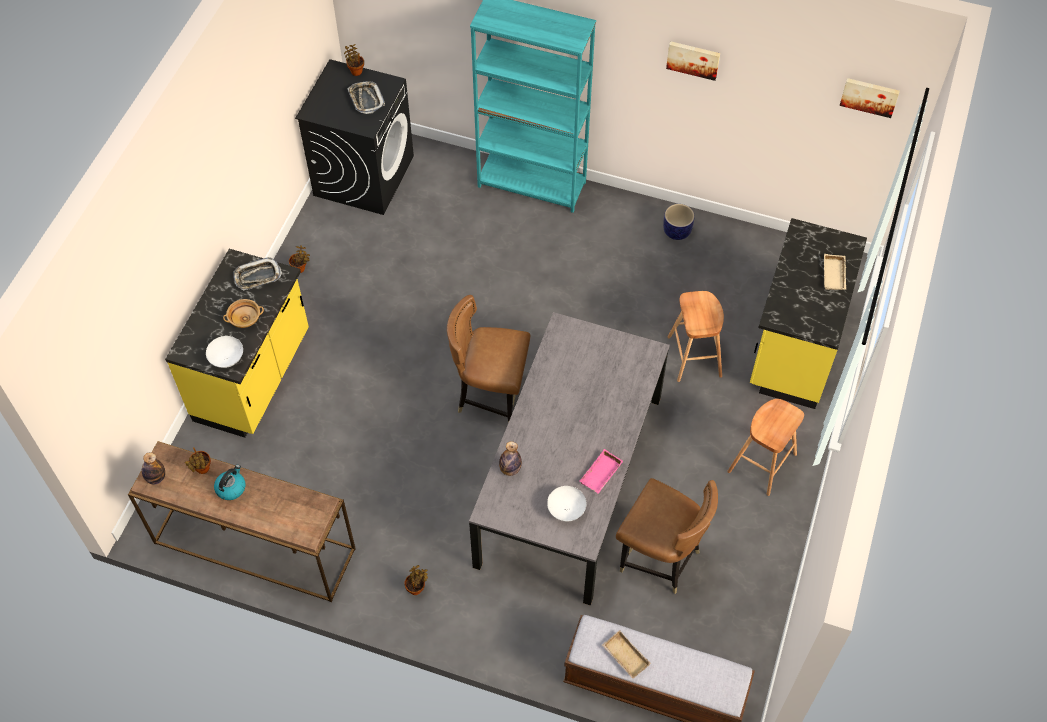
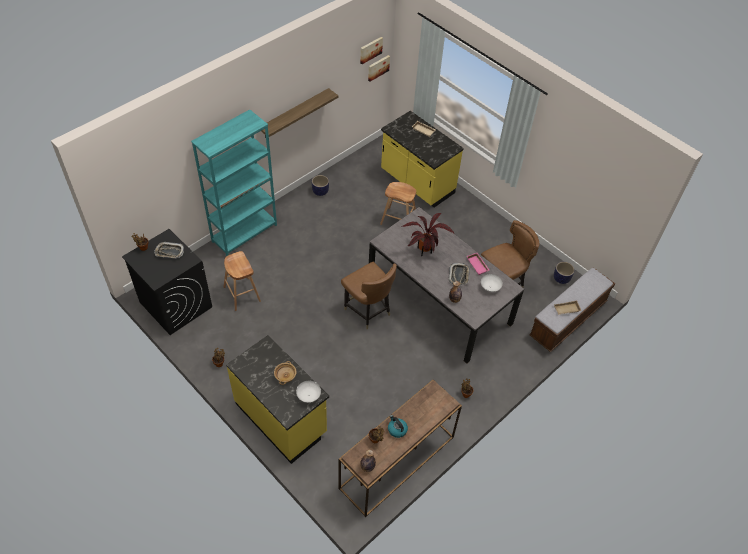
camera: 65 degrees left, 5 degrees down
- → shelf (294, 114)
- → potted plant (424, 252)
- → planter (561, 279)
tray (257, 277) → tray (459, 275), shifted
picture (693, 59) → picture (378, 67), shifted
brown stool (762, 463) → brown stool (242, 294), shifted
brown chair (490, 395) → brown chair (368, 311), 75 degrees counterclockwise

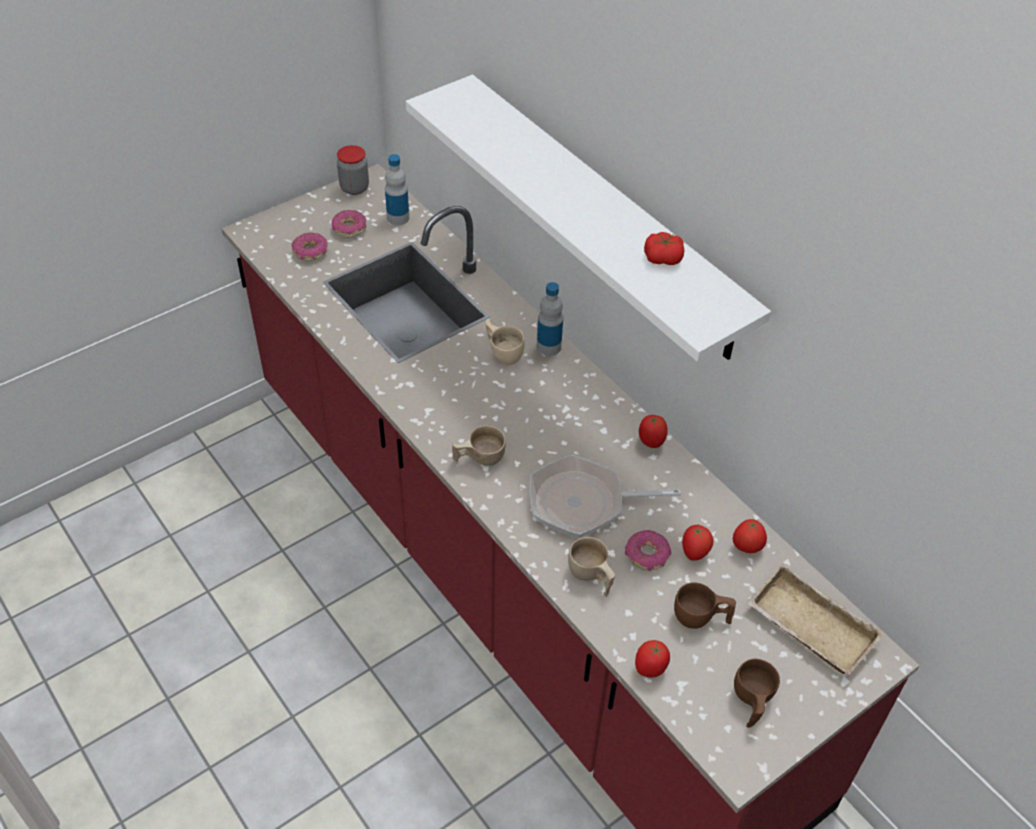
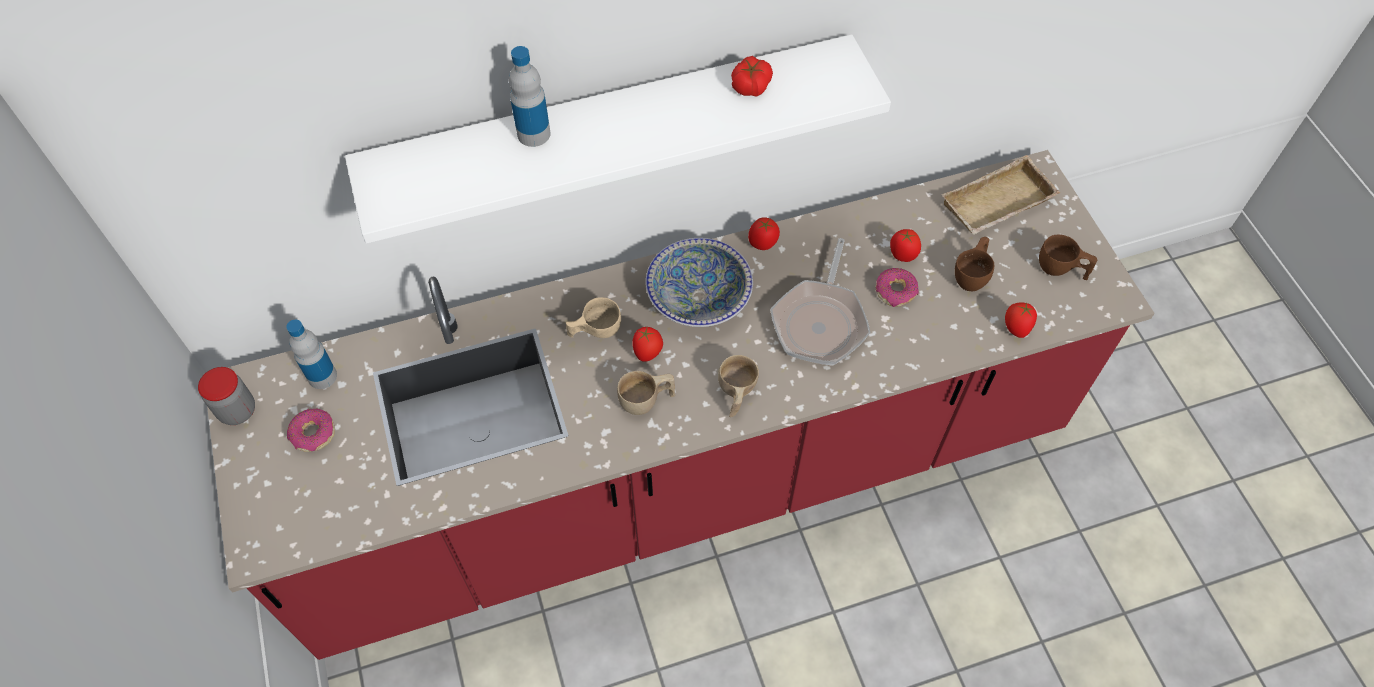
camera: 70 degrees left, 10 degrees up
donut (310, 252) → -
- → bowl (699, 296)
bottle (549, 346) → bottle (533, 134), shifted
beige cup (591, 577) → beige cup (647, 401), shifted
tomato (746, 547) → tomato (648, 353), shifted

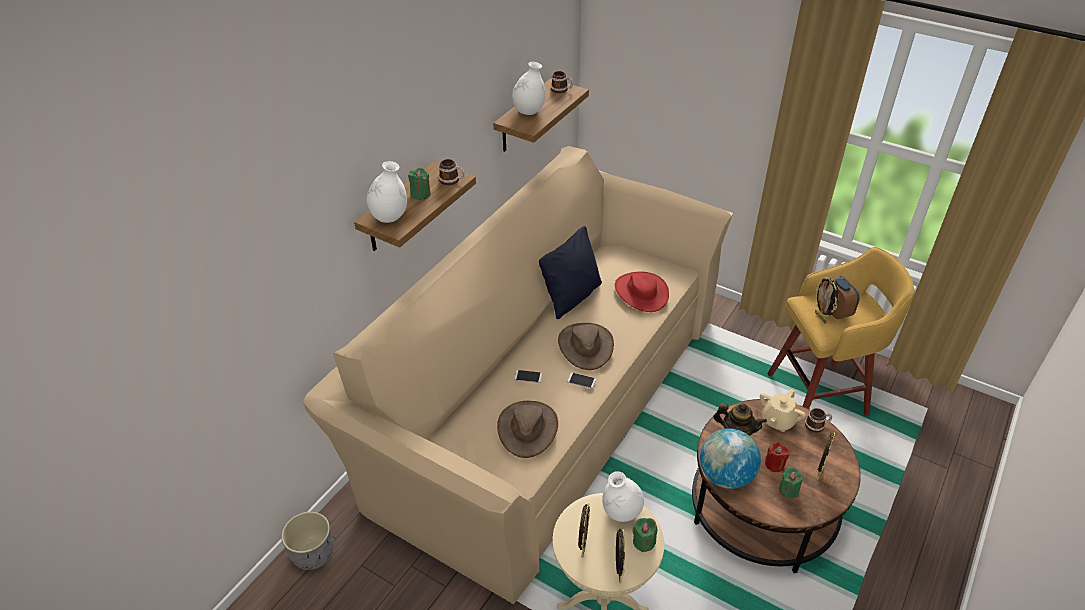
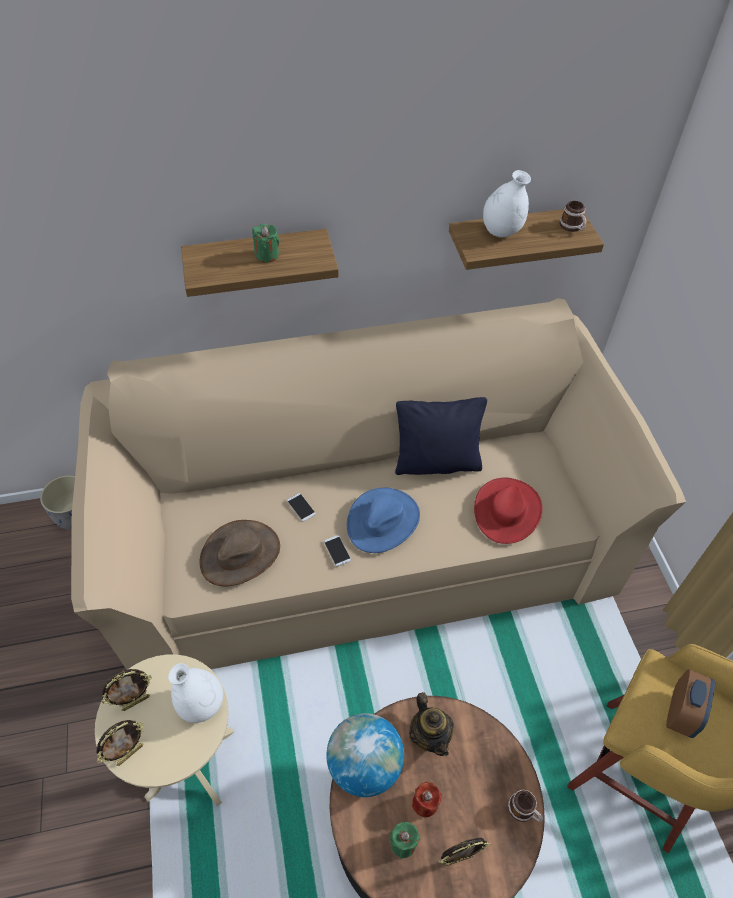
camera: 45 degrees right, 10 degrees up
white vase (389, 217) → -
mug (452, 180) → -
green candle (644, 542) → -
beige teapot (777, 420) → -
picture frame (821, 317) → -
brown hat (585, 346) → blue hat (383, 521)

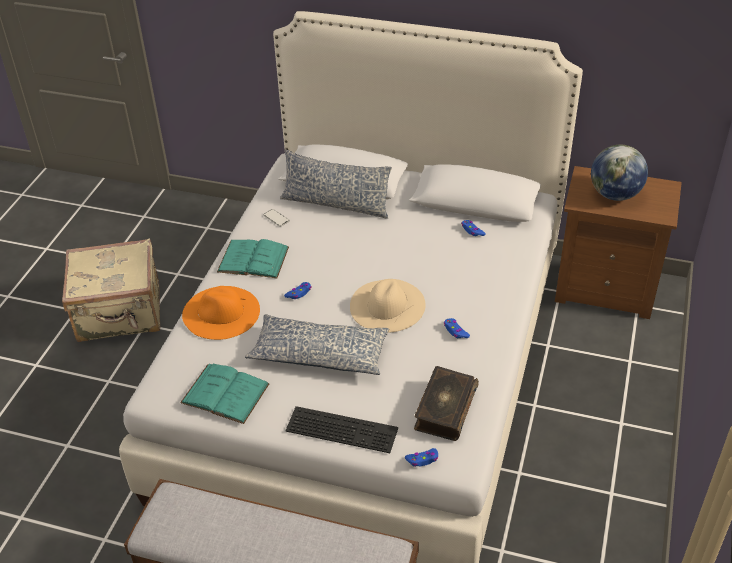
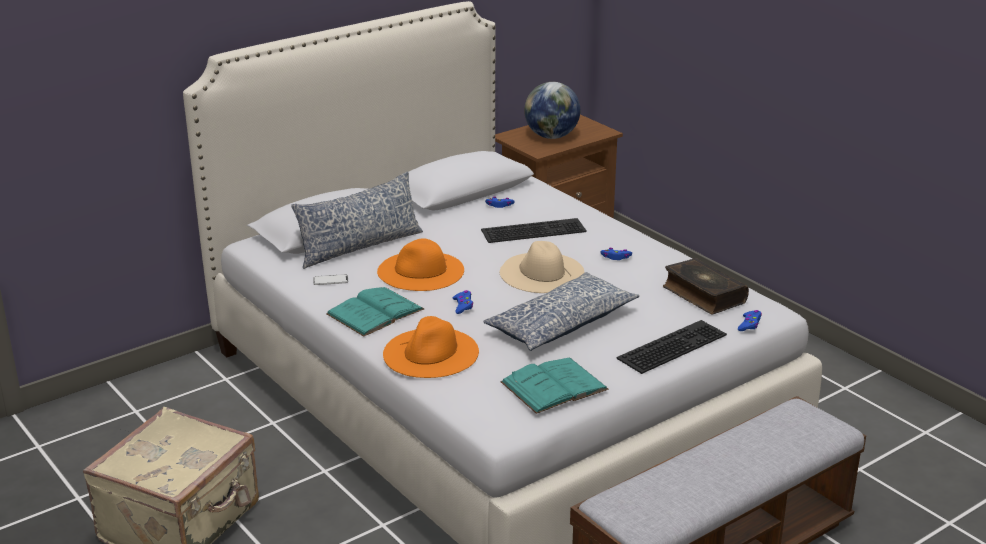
camera: 55 degrees left, 15 degrees down
- → orange hat (420, 271)
- → keyboard (534, 230)

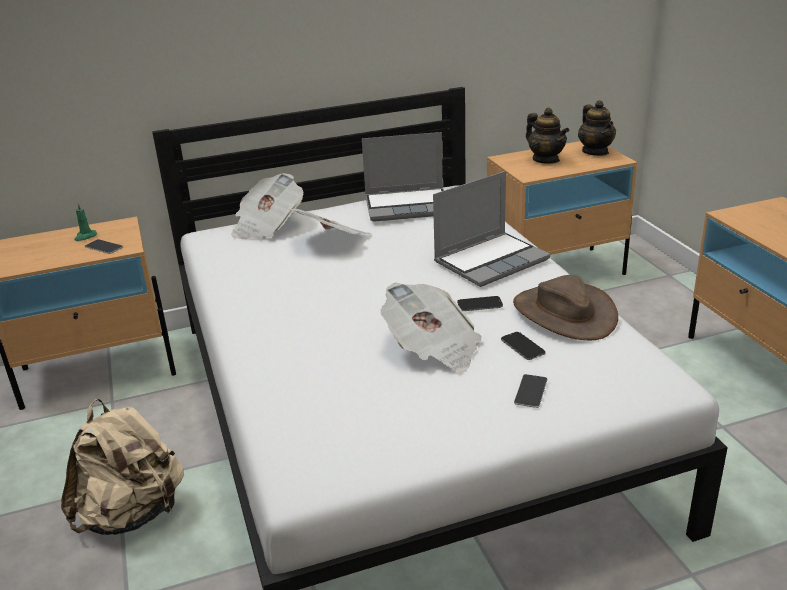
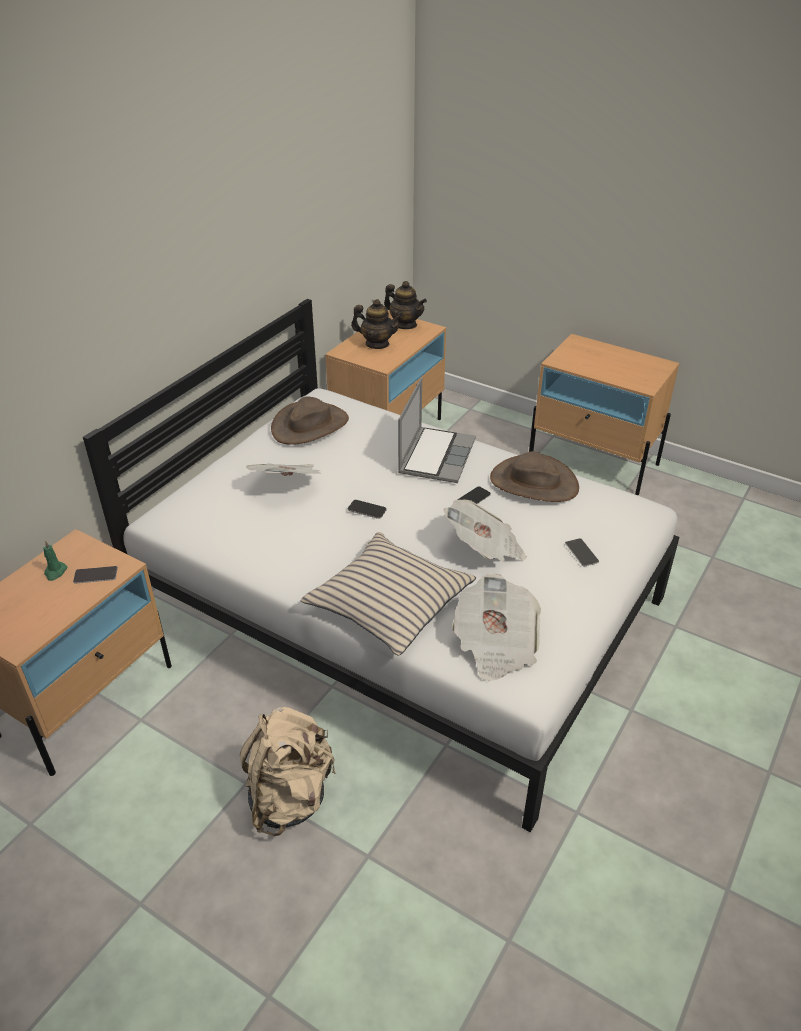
camera: 40 degrees left, 10 degrees up
- → beige pillow (388, 602)
newspaper (267, 226) → newspaper (495, 645), shifted
phone (522, 347) → phone (367, 510), shifted
laptop (408, 206) → brown hat (310, 425)

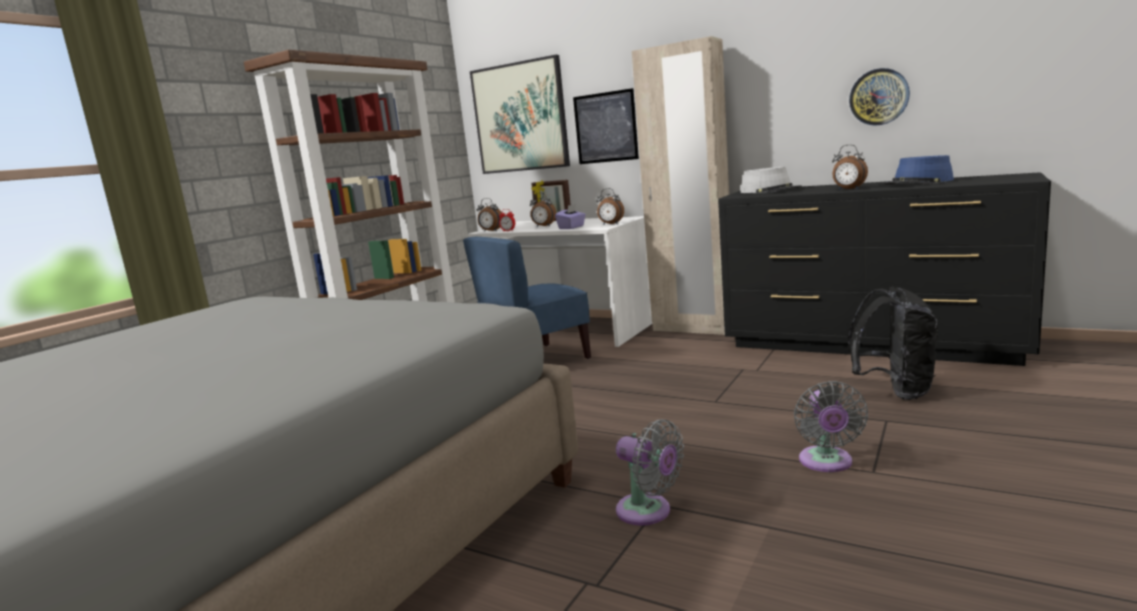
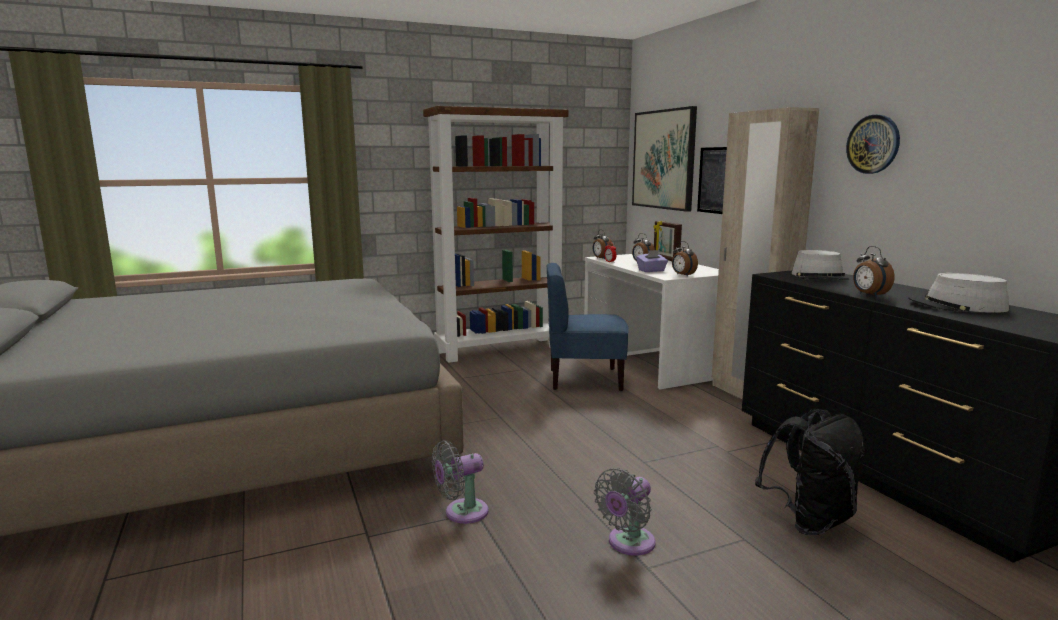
camera: 35 degrees right, 0 degrees up
wall clock (879, 97) → wall clock (873, 144), shifted
blue hat (919, 183) → grey hat (957, 306)
grey fan (648, 512) → grey fan (462, 513), 75 degrees clockwise

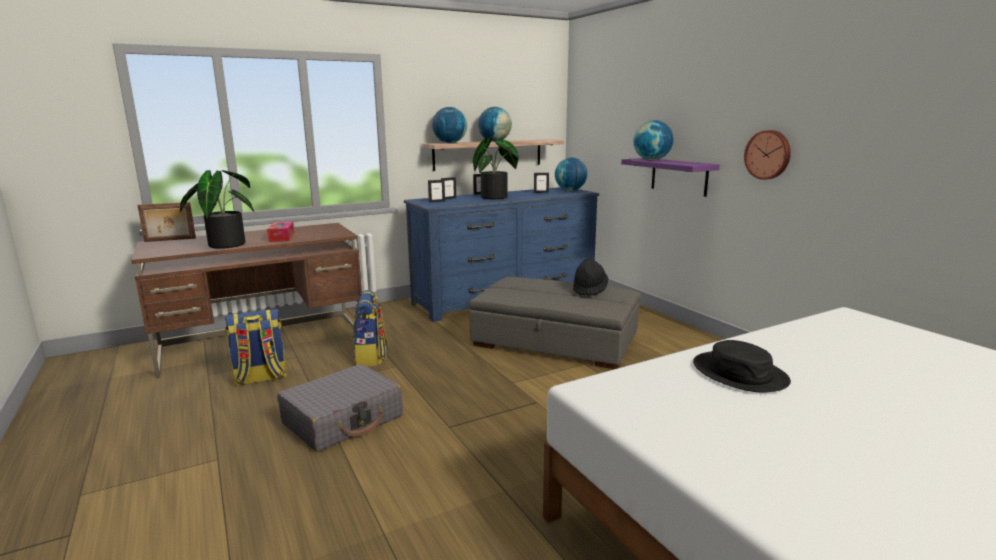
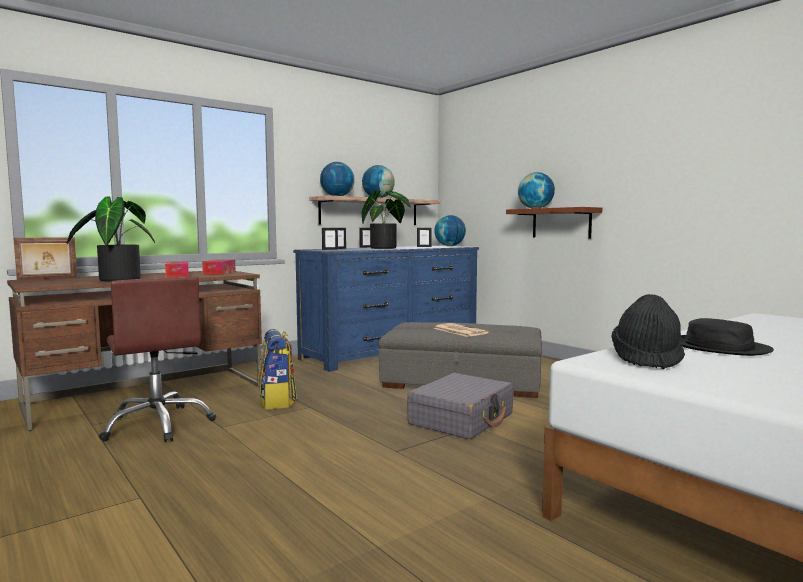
camera: 10 degrees left, 10 degrees down
wall clock (768, 154) → -
- → tissue box (219, 273)
- → newspaper (459, 331)
grey suitcase (343, 420) → grey suitcase (462, 419), shifted
black hat (589, 290) → black hat (646, 359), shifted
backpack (260, 378) → brown office chair (158, 425)
purple shelf (679, 176) → brown shelf (561, 223)

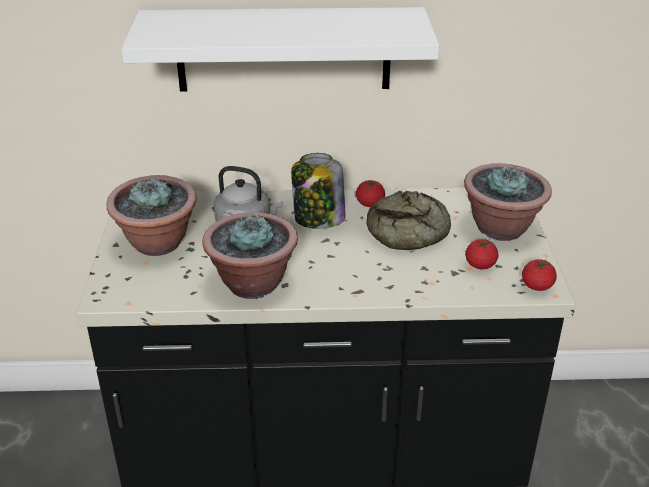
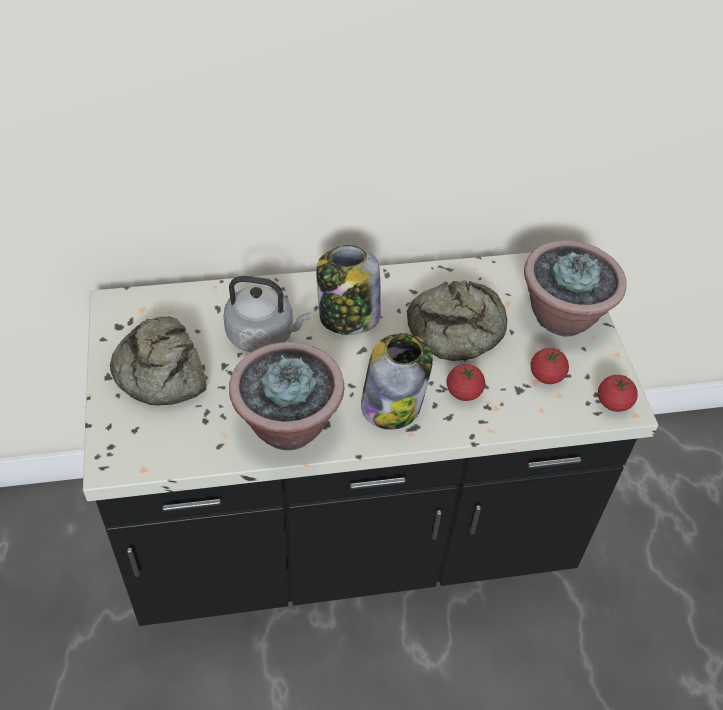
camera: 10 degrees left, 15 degrees up
white shelf (283, 49) → -
- → jar (392, 404)
tomato (370, 204) → tomato (463, 392), shifted
potted plant (158, 243) → bread (160, 371)

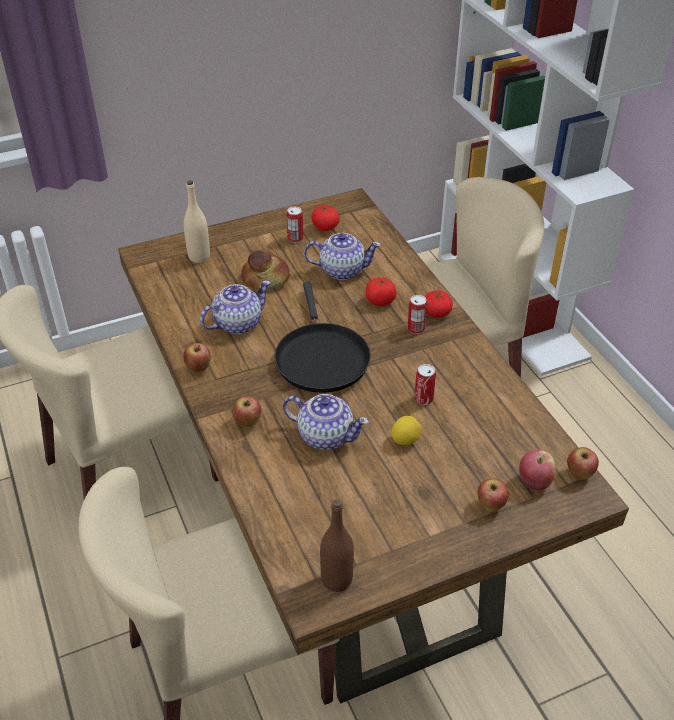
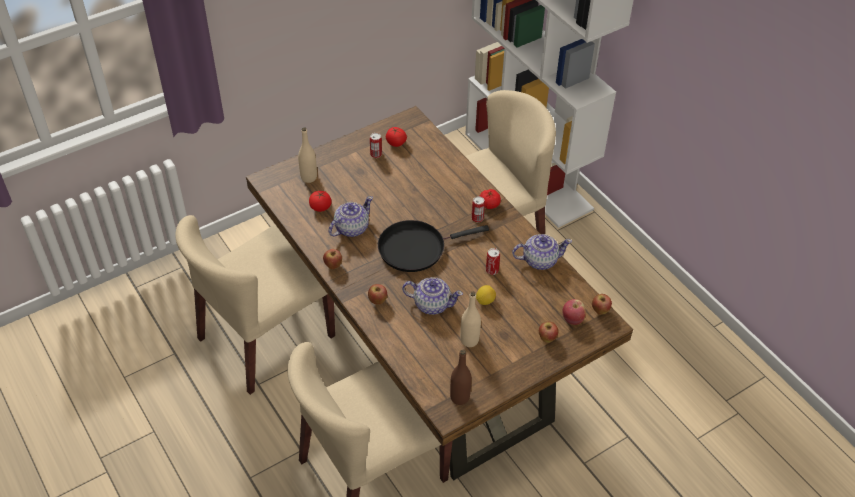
camera: 10 degrees left, 5 degrees up
bread (266, 279) → -
- → beige bottle (469, 340)
teapot (341, 270) → teapot (539, 260), shifted
tomato (380, 301) → tomato (320, 207), shifted
black frying pan (320, 357) → black frying pan (416, 248), 90 degrees clockwise

